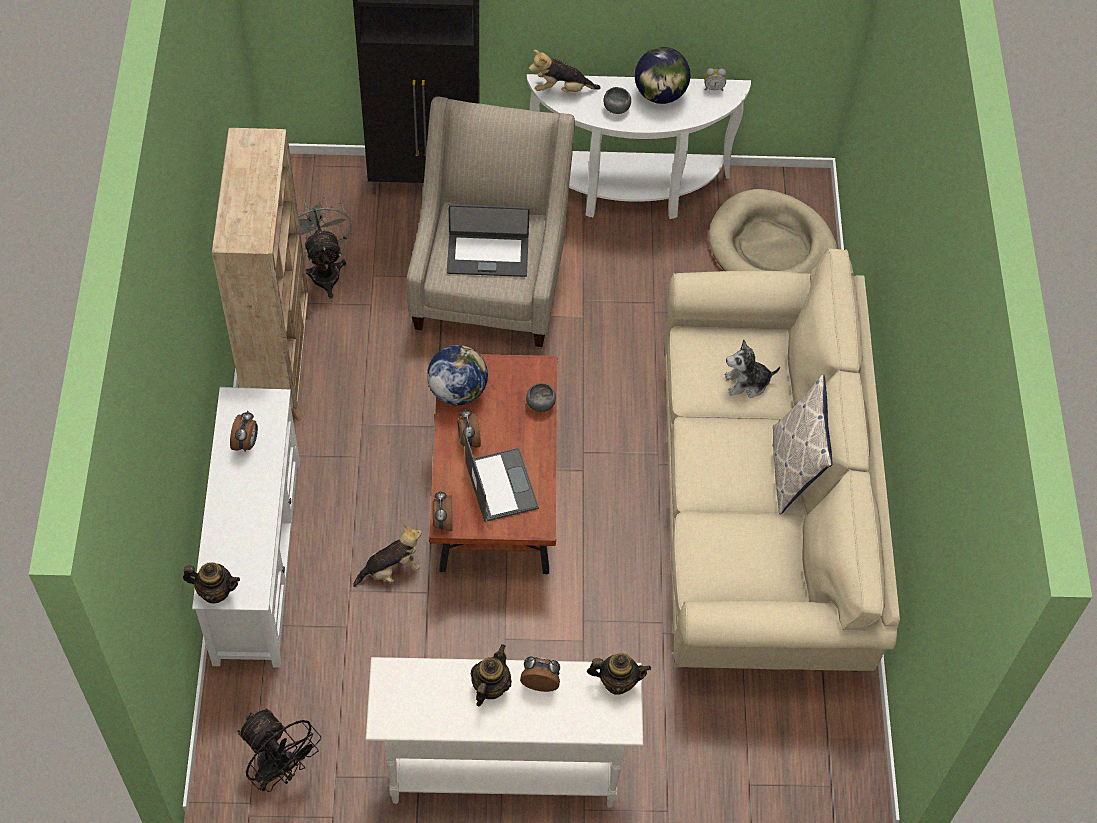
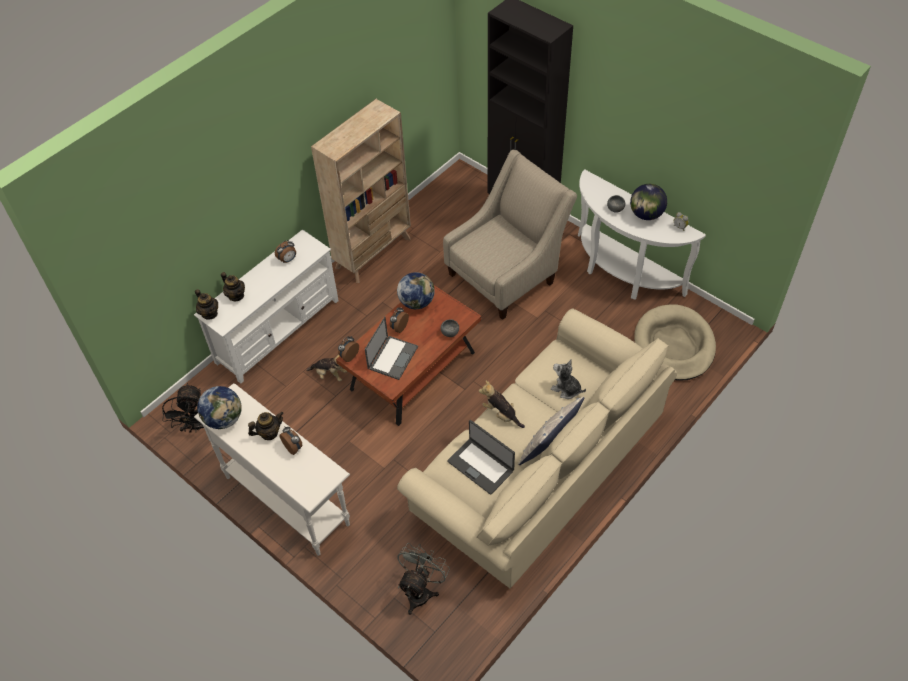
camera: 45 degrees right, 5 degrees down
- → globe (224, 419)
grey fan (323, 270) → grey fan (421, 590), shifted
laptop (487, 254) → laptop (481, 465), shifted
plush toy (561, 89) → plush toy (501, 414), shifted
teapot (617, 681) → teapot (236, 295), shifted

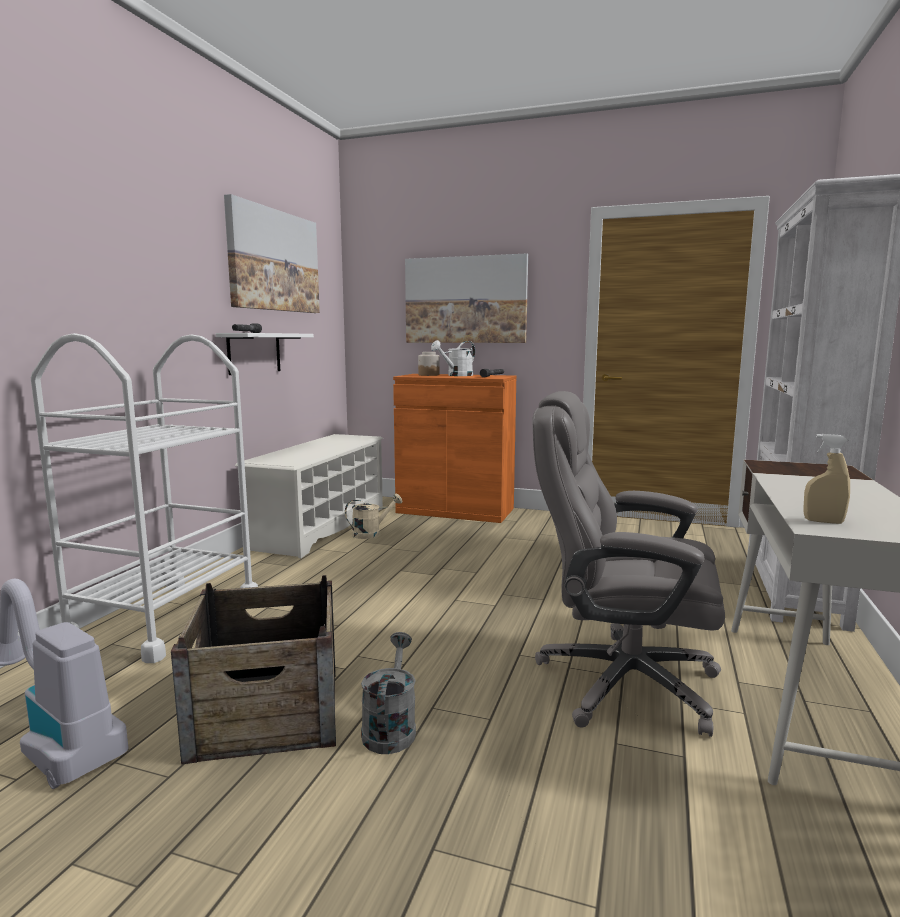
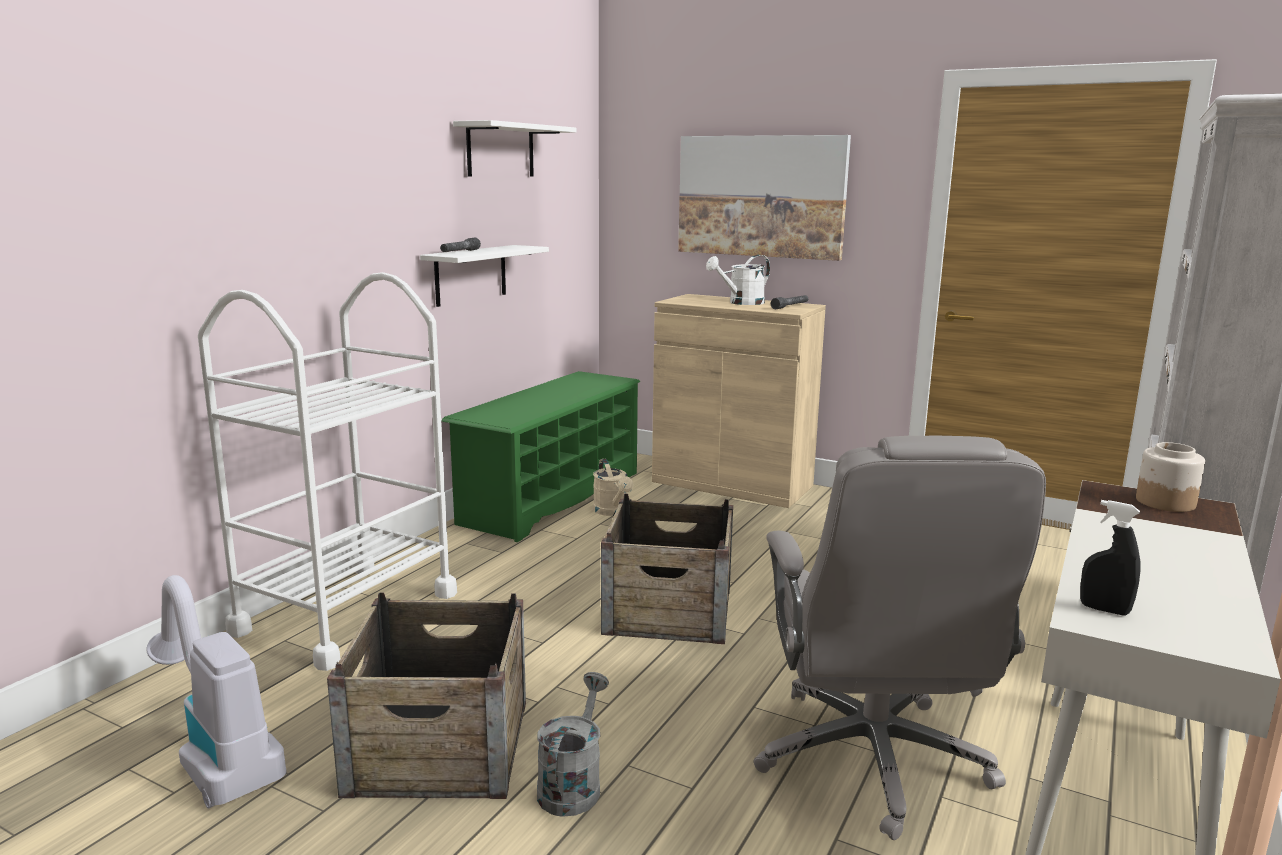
camera: 10 degrees right, 5 degrees up
- → crate (669, 610)
jar (428, 375) → jar (1164, 502), shifted
picture (274, 261) → white shelf (500, 150)
white shoe rack (321, 527) → green shoe rack (551, 497)
orange cabinet (455, 510) → beige cabinet (732, 483)
beige spray bottle (823, 521) → black spray bottle (1104, 609)
beige watering can (371, 533) → beige watering can (613, 512), 90 degrees clockwise
grey office chair (622, 682) → grey office chair (873, 760), 120 degrees counterclockwise

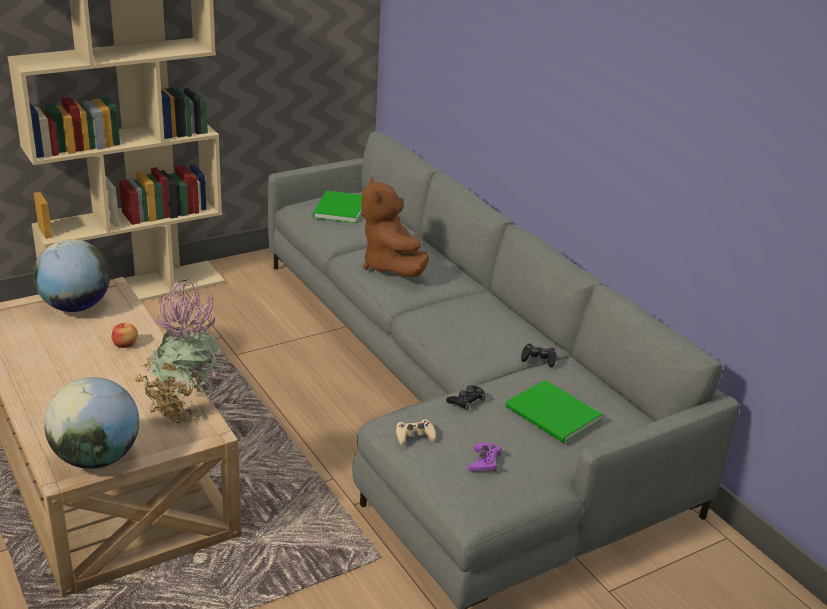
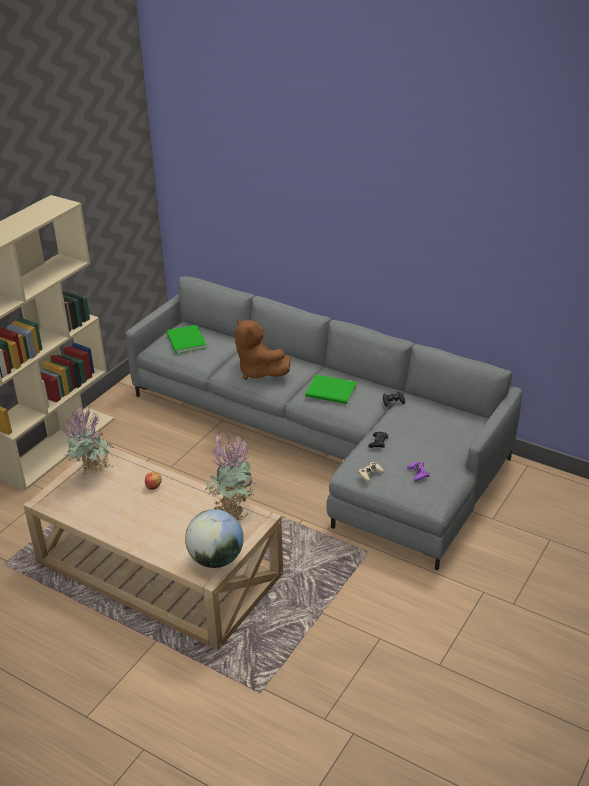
camera: 25 degrees left, 5 degrees up
green book (553, 415) → green book (332, 392), shifted
globe (75, 307) → potted plant (94, 474)

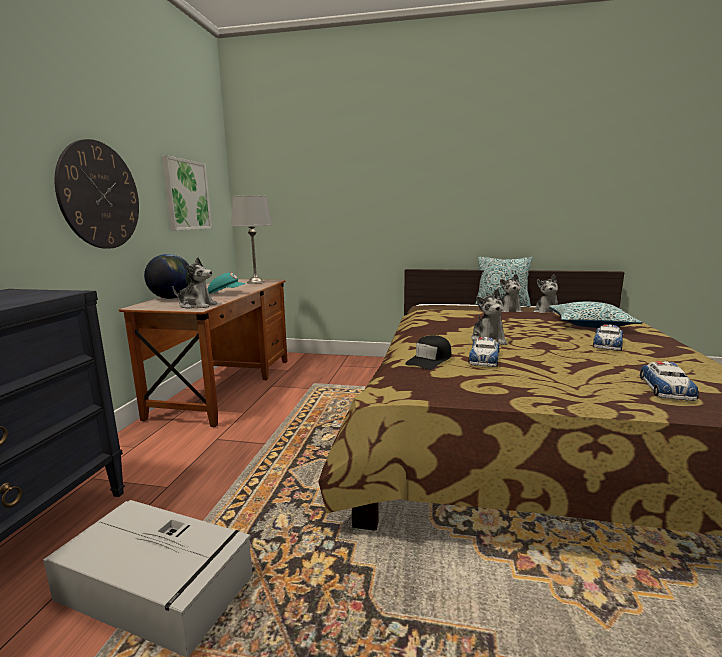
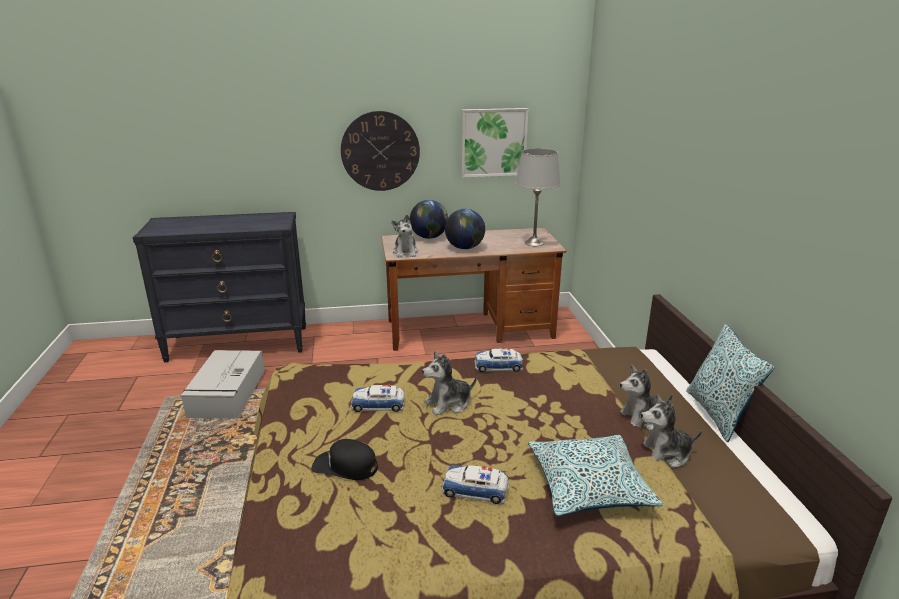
camera: 70 degrees right, 10 degrees up
black cap (429, 360) → black cap (345, 466), shifted
toy car (666, 388) → toy car (498, 366), shifted
turquoise cap (227, 293) → globe (465, 248)

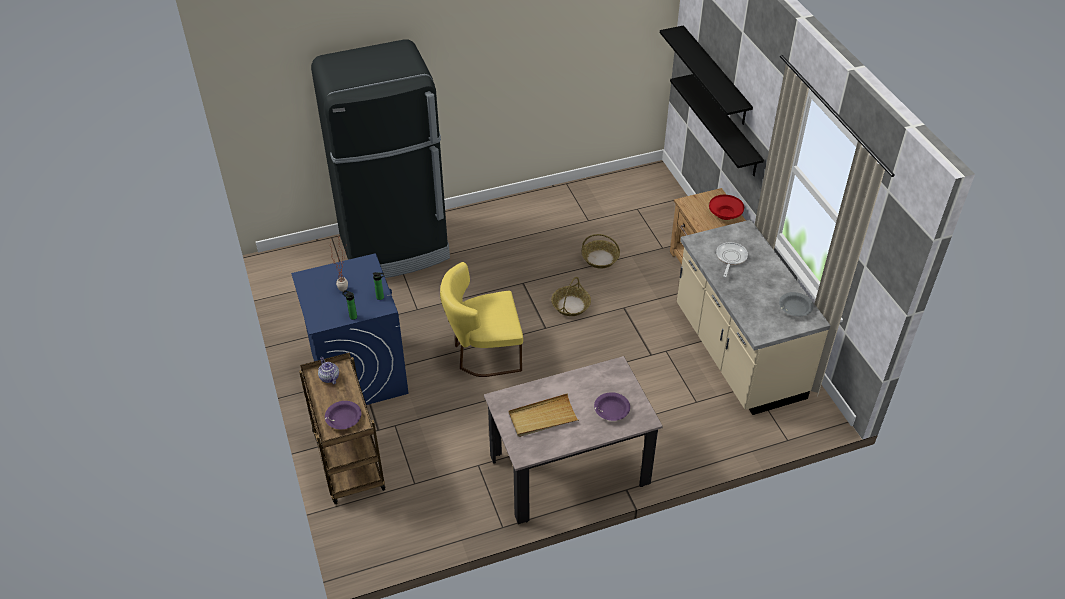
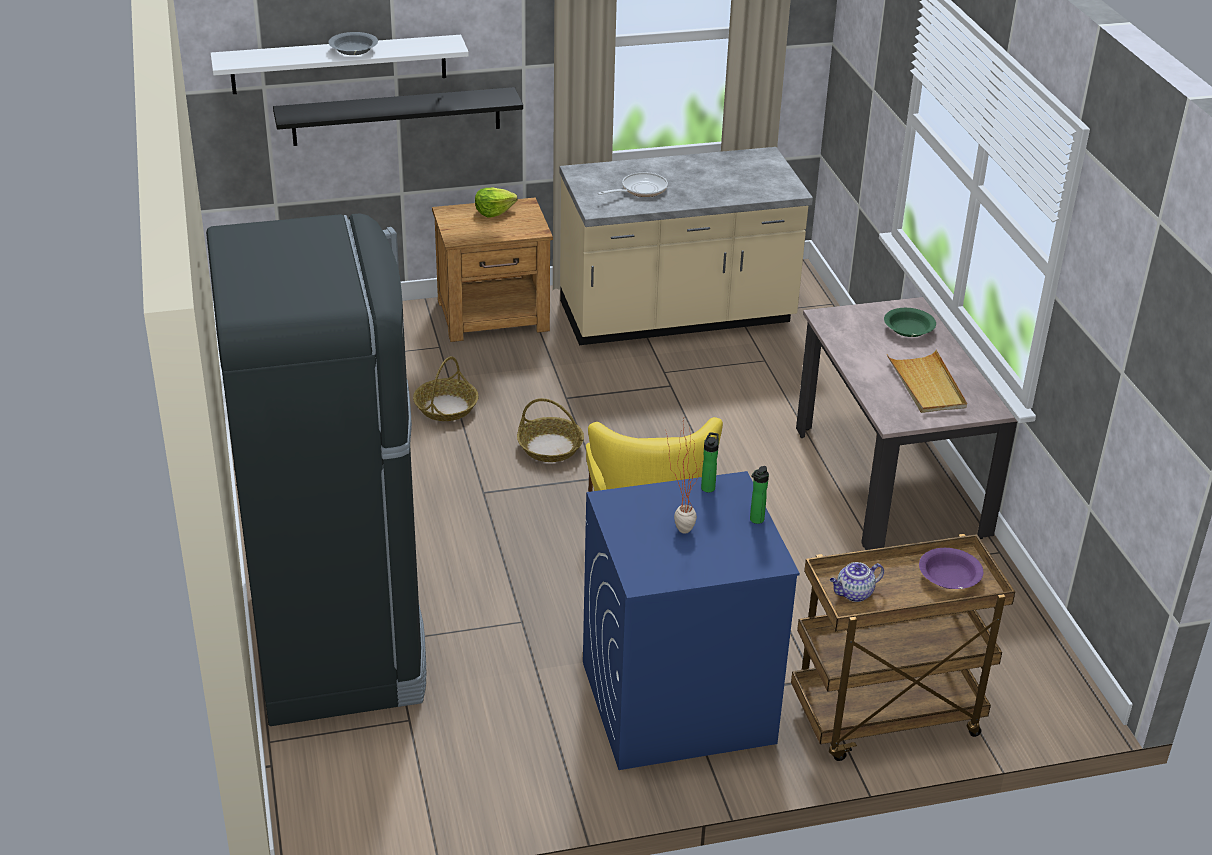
camera: 85 degrees left, 10 degrees down
grey bowl (795, 308) → grey bowl (353, 50), shifted
red bowl (725, 214) → lettuce (493, 212)
purple bowl (611, 410) → green bowl (908, 329)
black shelf (715, 76) → white shelf (339, 64)
frying pan (730, 258) → frying pan (640, 190), 120 degrees clockwise

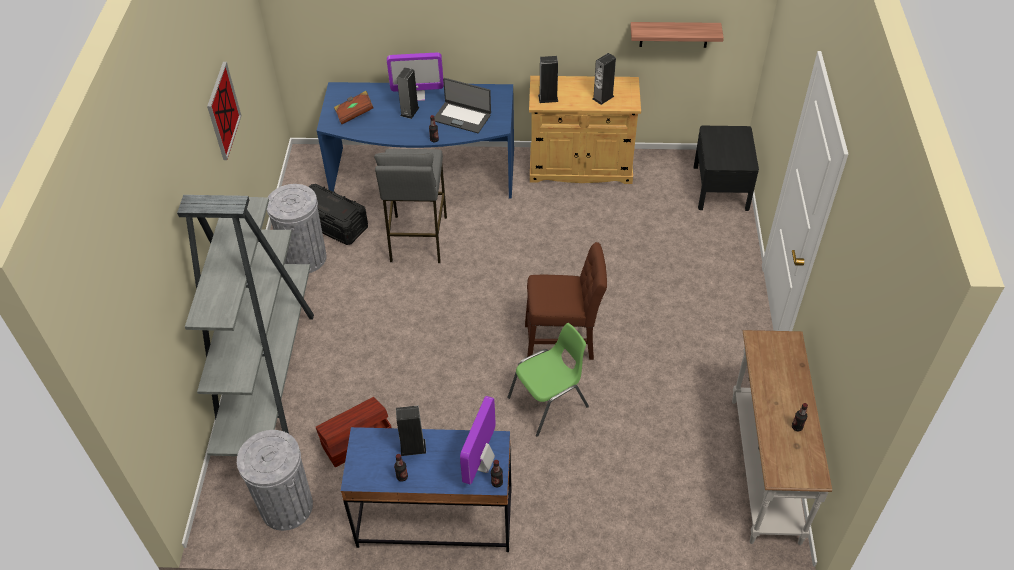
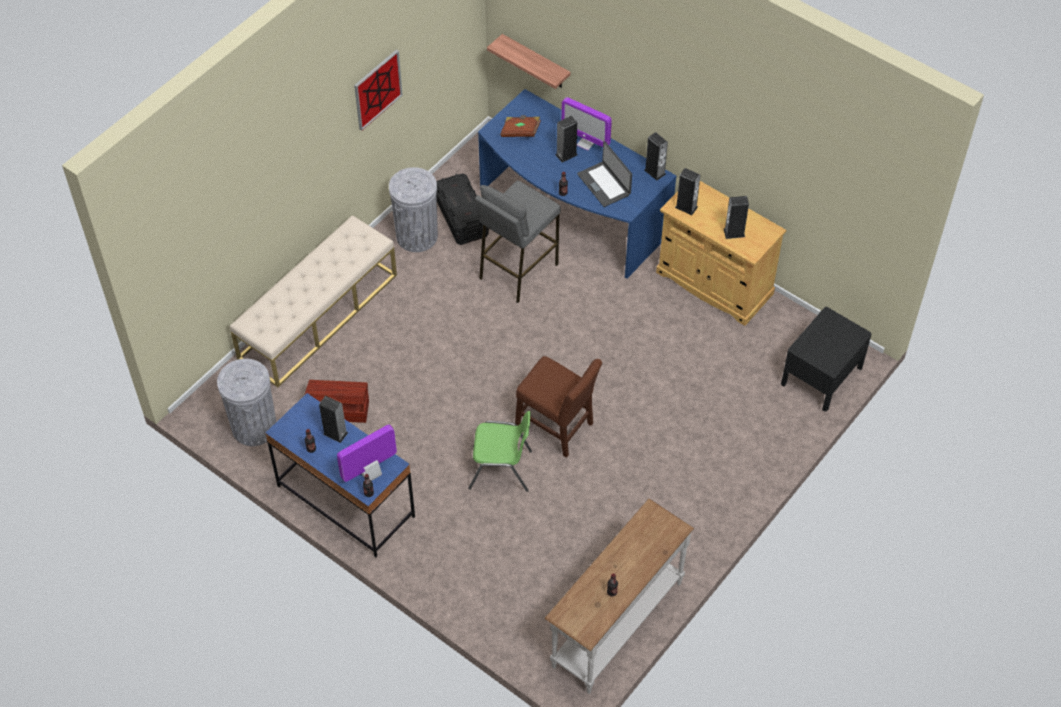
camera: 35 degrees right, 5 degrees up
- → speaker (654, 172)
shelf (674, 34) → shelf (536, 62), shifted
grey bookcase (268, 371) → beige bench (318, 316)

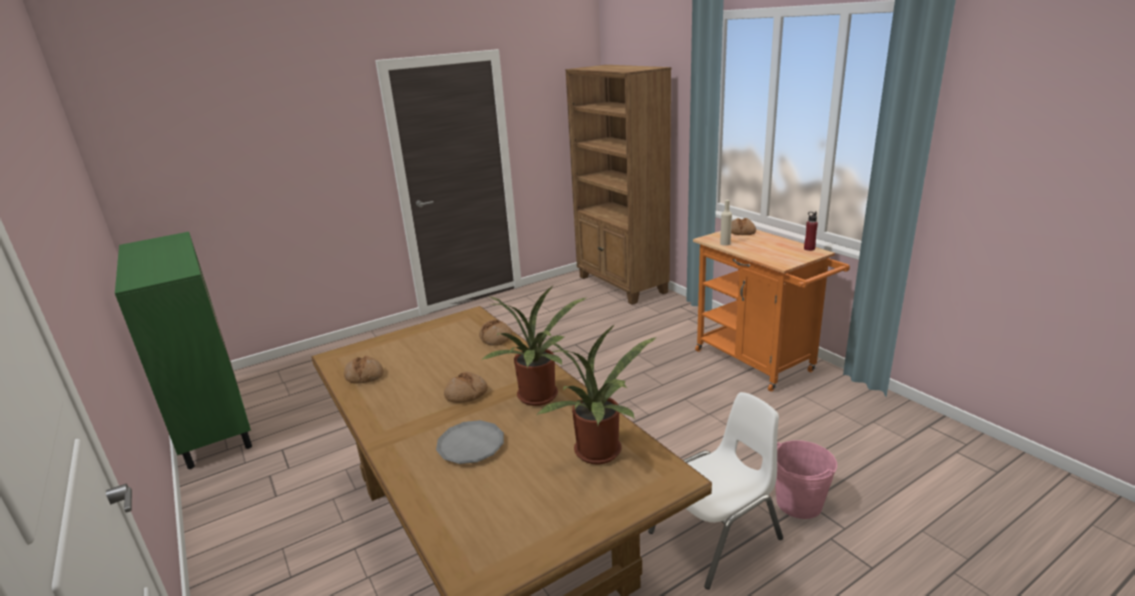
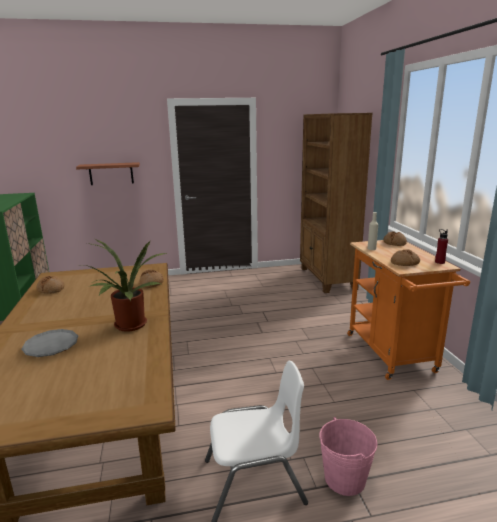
camera: 20 degrees right, 5 degrees down
potted plant (599, 454) → -
- → shelf (111, 173)
bread (466, 394) → bread (404, 263), shifted

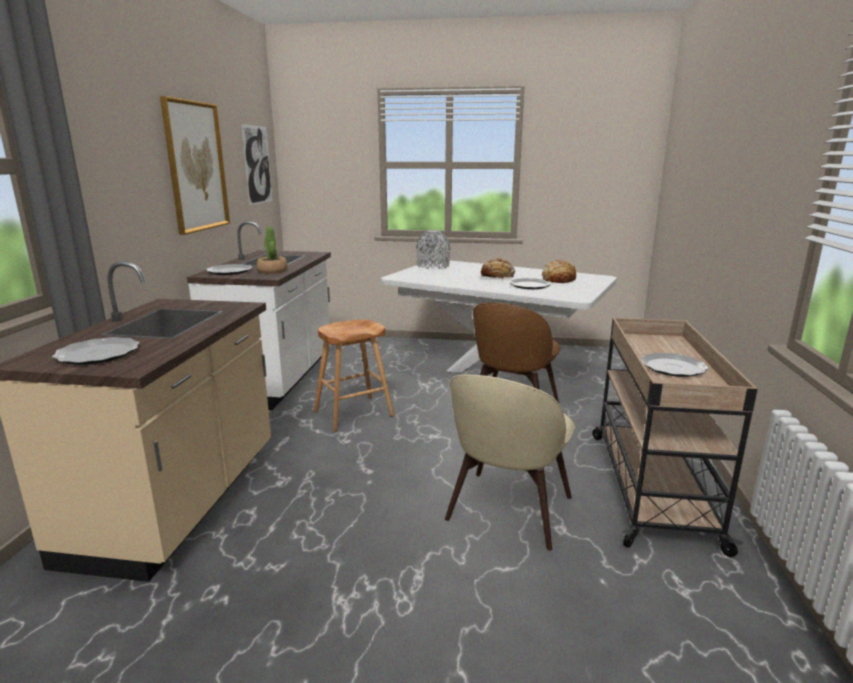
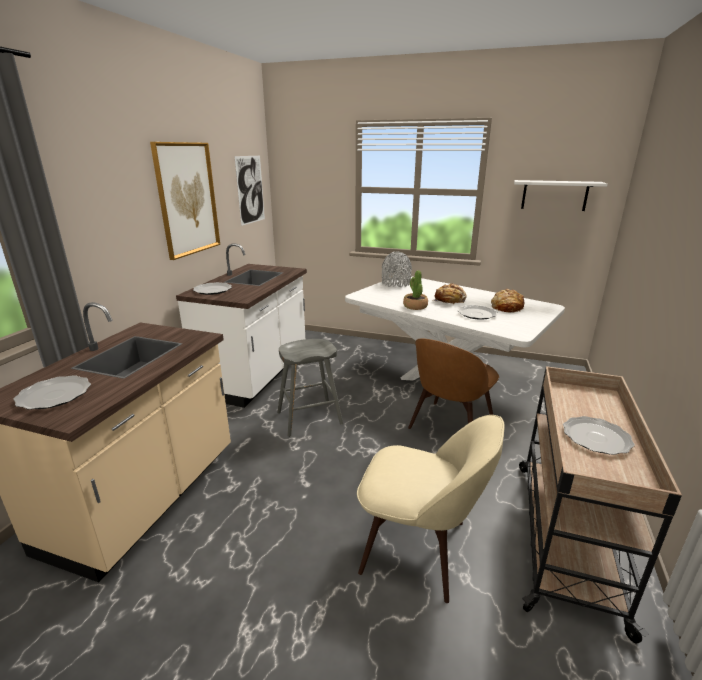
camera: 10 degrees right, 5 degrees up
- → white shelf (554, 195)
potted plant (272, 271) → potted plant (415, 306), shifted
brown stool (353, 413) → grey stool (309, 418)
beige chair (508, 511) → beige chair (419, 548), 105 degrees counterclockwise

